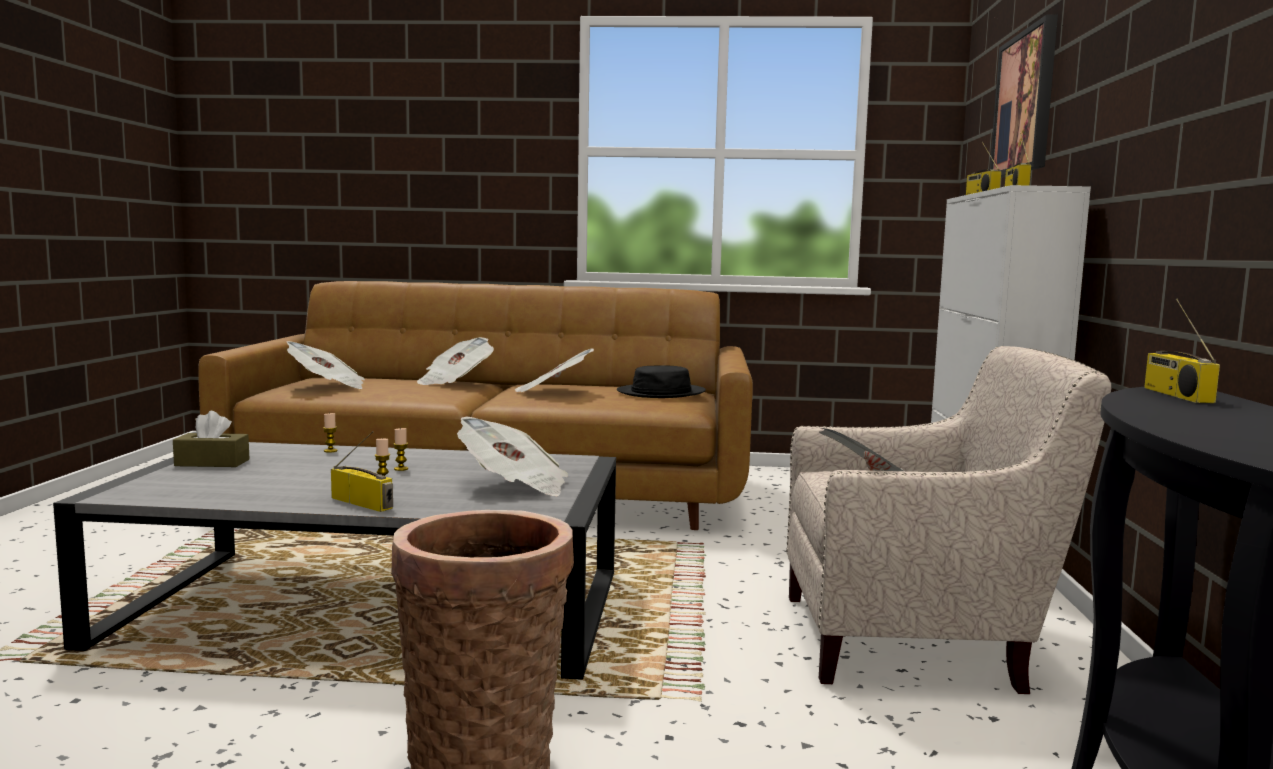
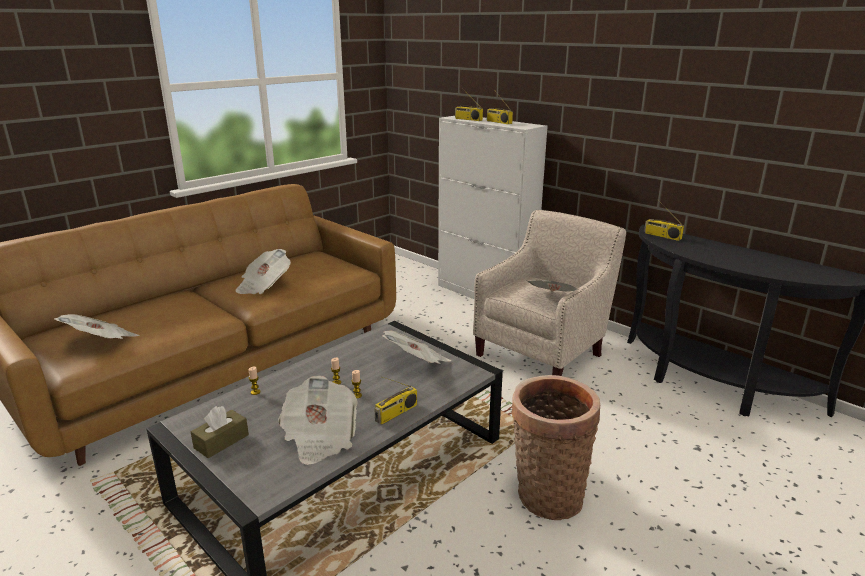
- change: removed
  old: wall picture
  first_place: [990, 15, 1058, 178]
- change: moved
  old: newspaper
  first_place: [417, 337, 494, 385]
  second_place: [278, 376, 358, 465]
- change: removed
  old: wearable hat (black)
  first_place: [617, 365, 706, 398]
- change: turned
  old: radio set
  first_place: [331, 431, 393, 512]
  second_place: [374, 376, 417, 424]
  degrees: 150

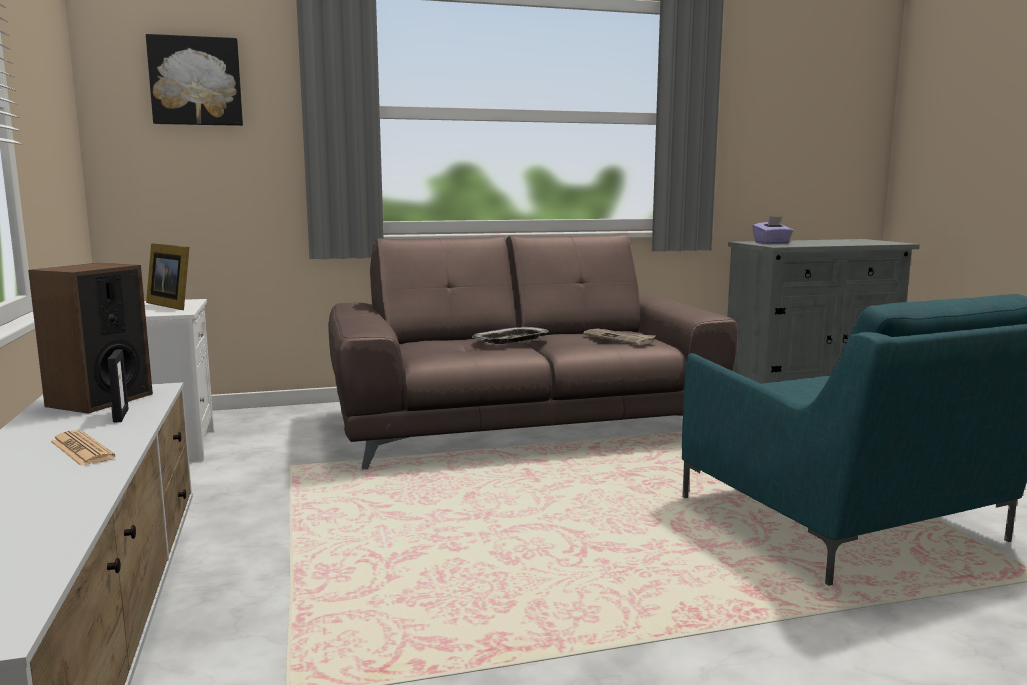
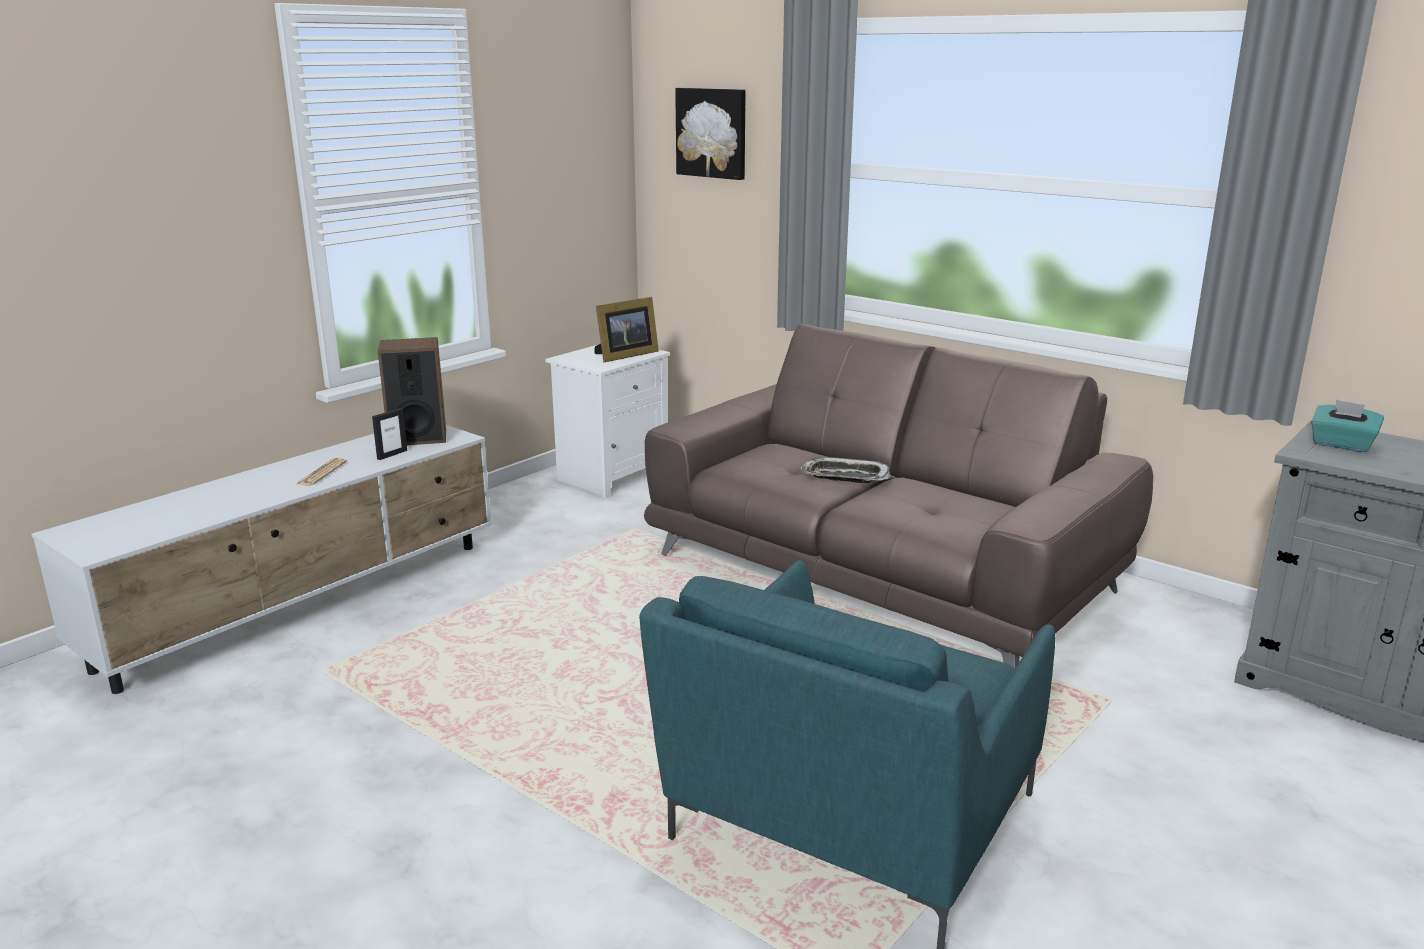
- change: recoloured
  old: tissue box (purple)
  new: tissue box (turquoise-coloured)
  first_place: [752, 216, 793, 244]
  second_place: [1311, 400, 1384, 452]
- change: turned
  old: standing frame
  first_place: [146, 243, 189, 310]
  second_place: [594, 297, 659, 362]
  degrees: -135
- change: removed
  old: newspaper
  first_place: [583, 329, 655, 345]

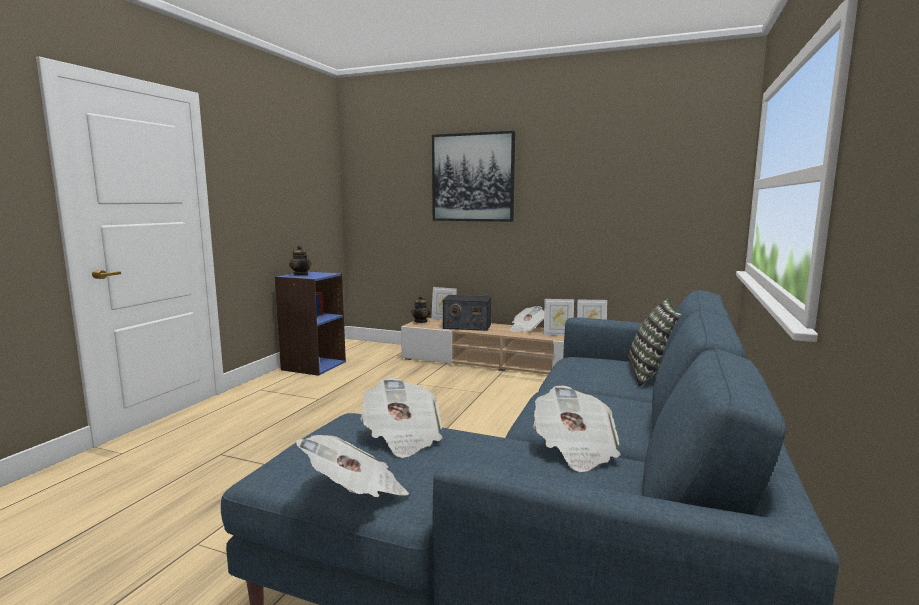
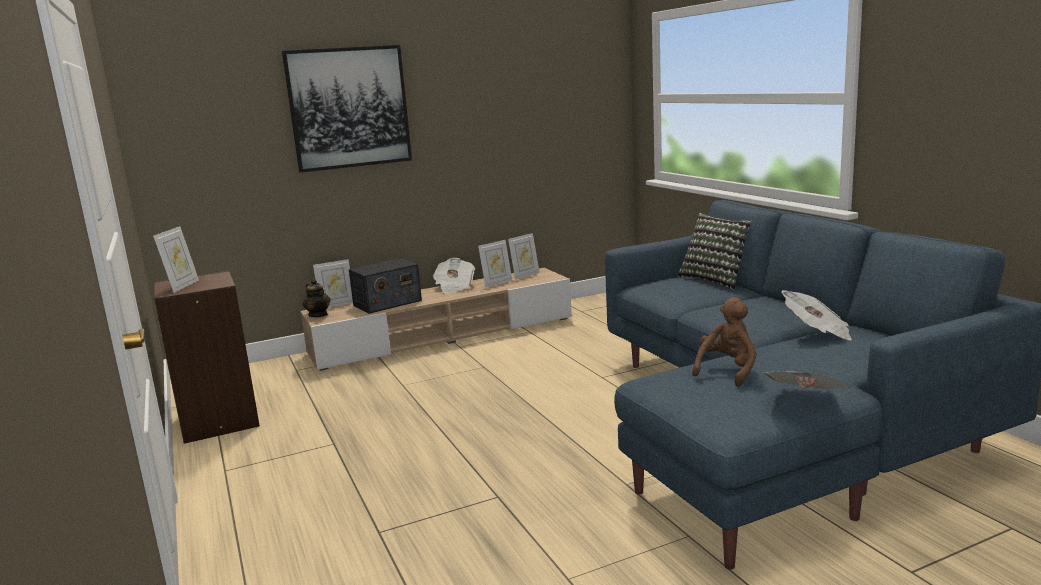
- change: replaced
  old: tea pot
  new: standing frame
  first_place: [289, 245, 311, 275]
  second_place: [153, 226, 199, 293]
- change: recoloured
  old: shelving unit (blue-coloured)
  new: shelving unit (brown)
  first_place: [274, 271, 346, 376]
  second_place: [154, 271, 260, 444]
- change: replaced
  old: newspaper
  new: cuddly toy (brown)
  first_place: [361, 378, 442, 458]
  second_place: [692, 297, 756, 387]

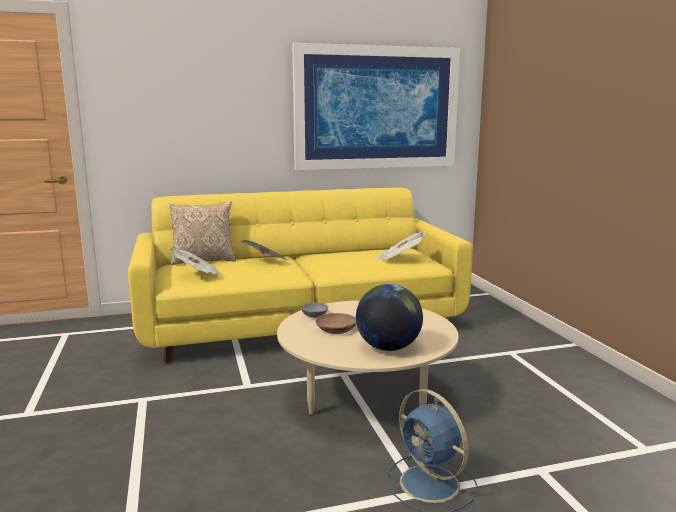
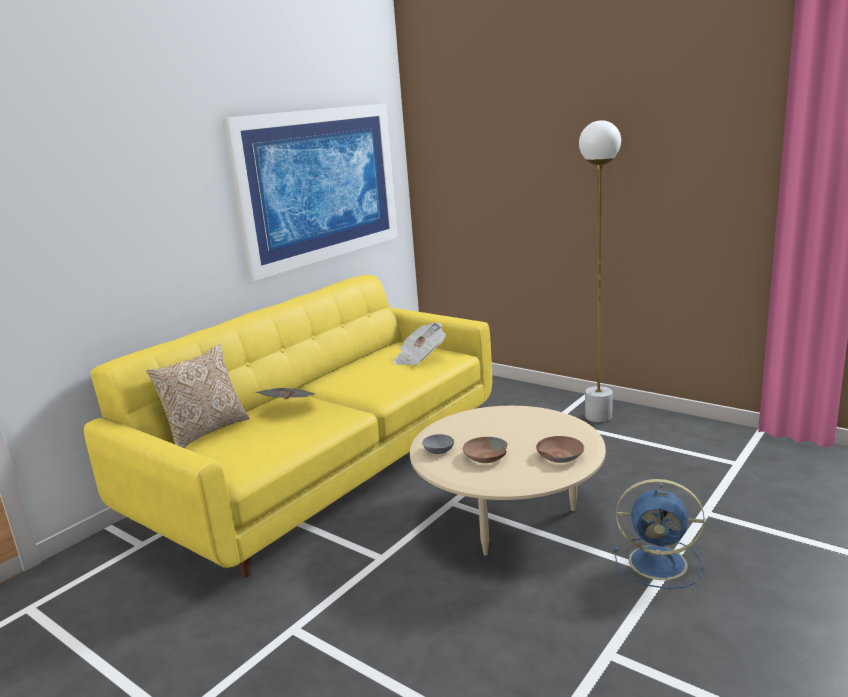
- change: removed
  old: newspaper
  first_place: [168, 248, 224, 276]
- change: replaced
  old: world globe
  new: serving bowl (brown)
  first_place: [356, 284, 423, 351]
  second_place: [536, 436, 584, 463]
- change: added
  new: floor lamp (white-coloured)
  second_place: [579, 120, 621, 422]

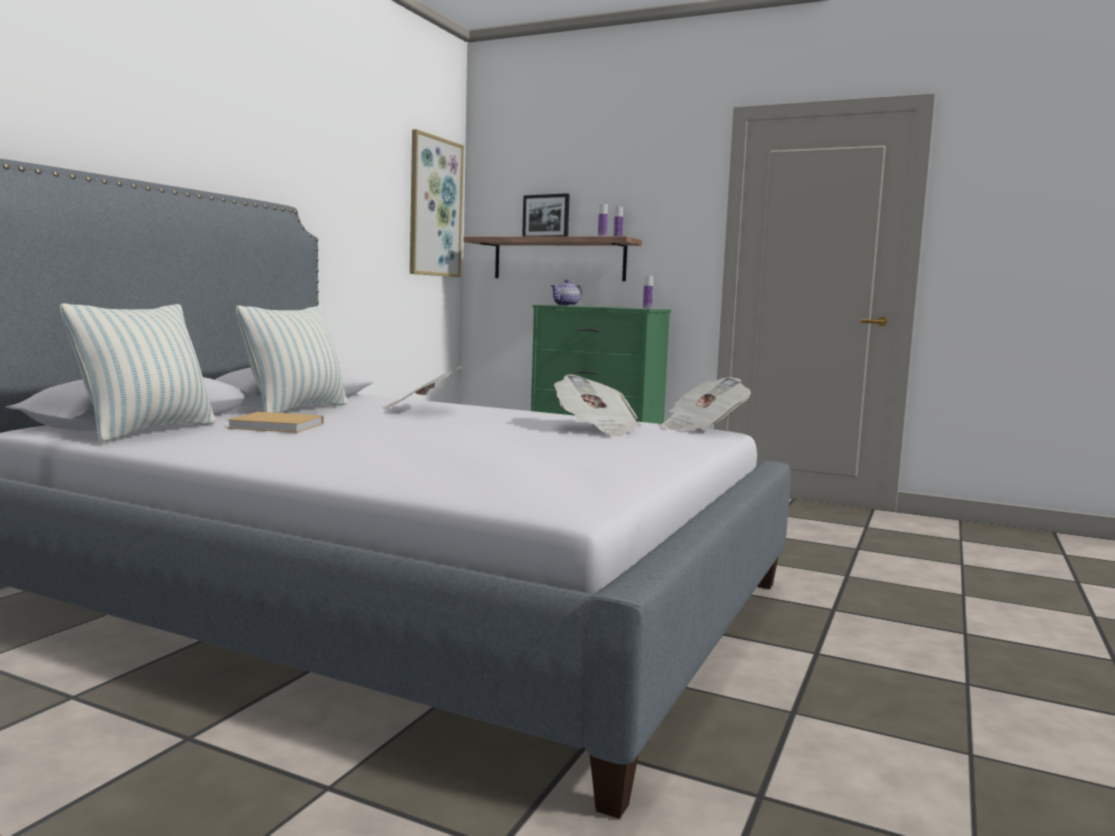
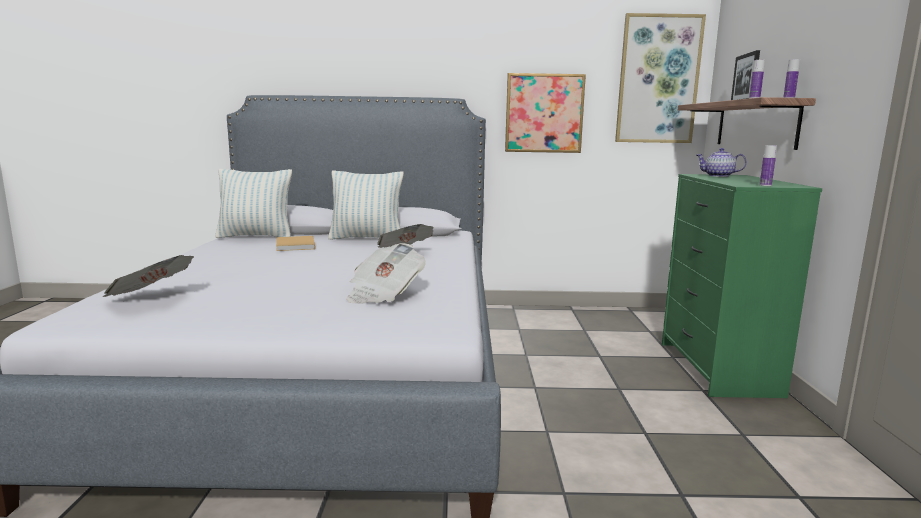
- change: moved
  old: newspaper
  first_place: [661, 377, 751, 430]
  second_place: [102, 255, 194, 297]
- change: added
  new: wall picture
  second_place: [505, 73, 586, 153]

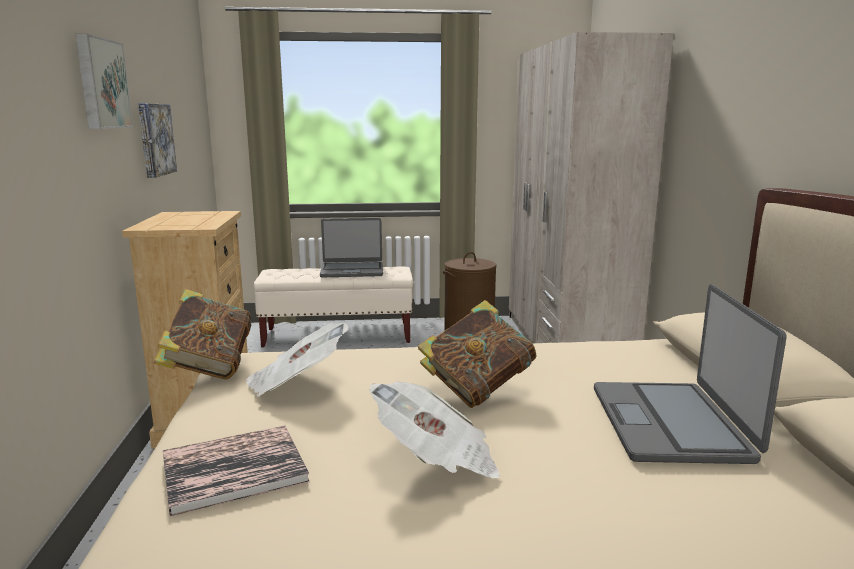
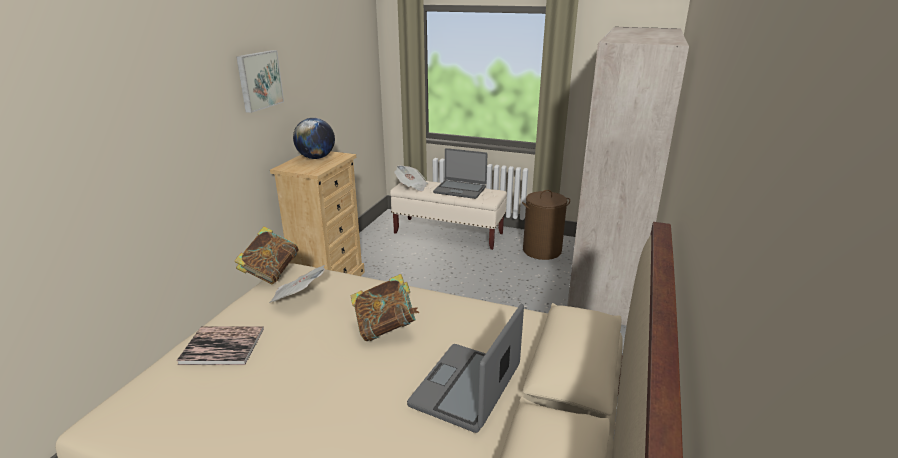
- change: removed
  old: wall picture
  first_place: [138, 103, 177, 178]
- change: moved
  old: newspaper
  first_place: [369, 382, 501, 478]
  second_place: [395, 165, 428, 192]
- change: added
  new: world globe
  second_place: [293, 118, 335, 159]

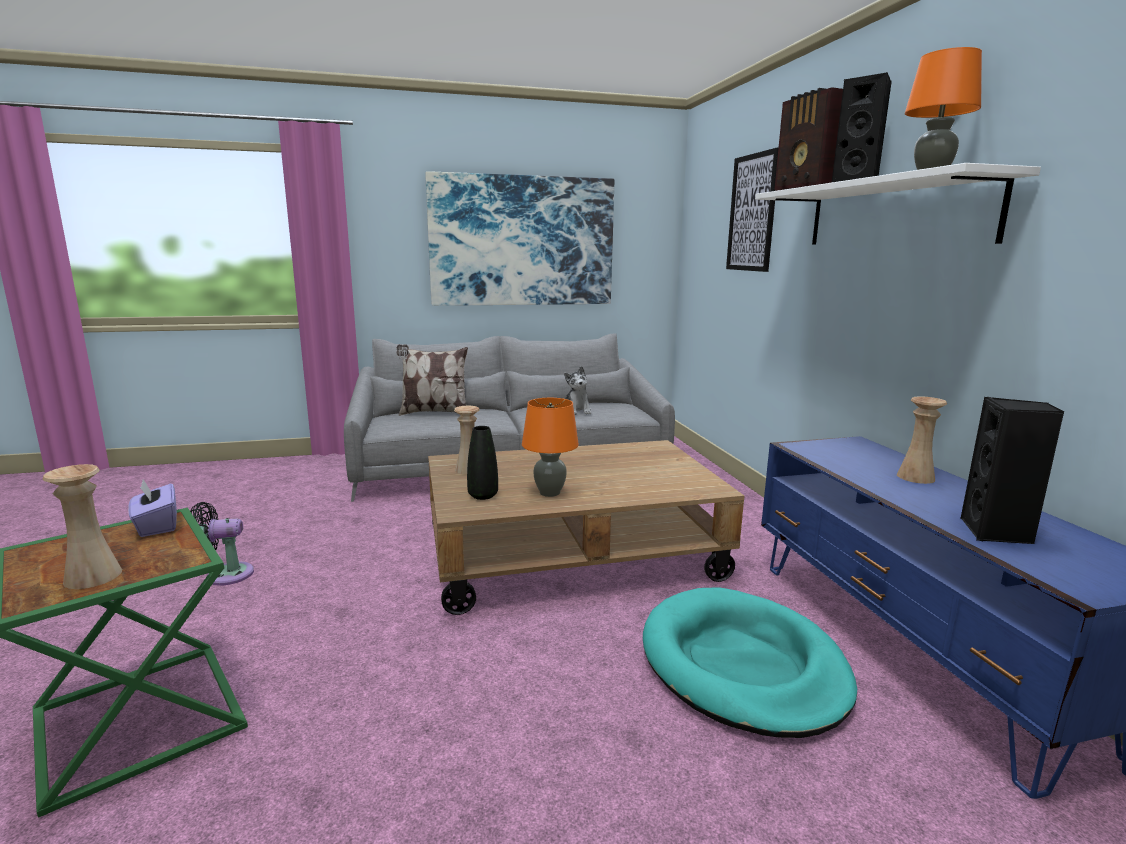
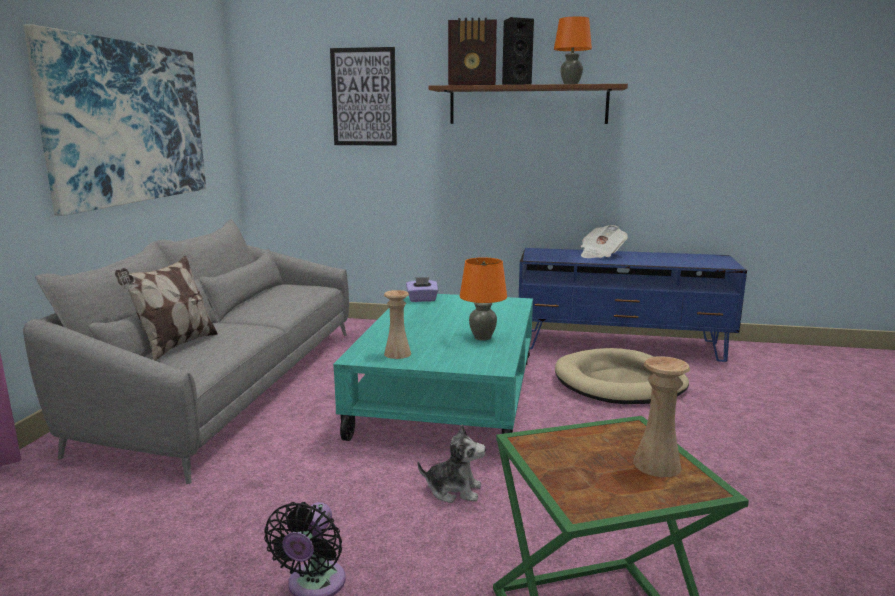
- change: recoloured
  old: bracket shelf (white-coloured)
  new: bracket shelf (brown)
  first_place: [755, 163, 1041, 244]
  second_place: [429, 84, 628, 124]
- change: moved
  old: cuddly toy
  first_place: [564, 366, 591, 415]
  second_place: [417, 424, 486, 503]
- change: replaced
  old: decorative vase (beige)
  new: newspaper
  first_place: [897, 396, 947, 484]
  second_place: [580, 225, 628, 258]
- change: removed
  old: loudspeaker (black)
  first_place: [960, 397, 1065, 544]
- change: removed
  old: decorative vase (black)
  first_place: [467, 426, 498, 500]
- change: recoloured
  old: coffee table (brown)
  new: coffee table (turquoise-coloured)
  first_place: [428, 440, 745, 615]
  second_place: [333, 294, 533, 441]
- change: moved
  old: tissue box (purple)
  first_place: [128, 479, 177, 537]
  second_place: [406, 277, 438, 302]
- change: recoloured
  old: pet bed (turquoise-coloured)
  new: pet bed (beige)
  first_place: [643, 587, 857, 738]
  second_place: [555, 348, 689, 404]

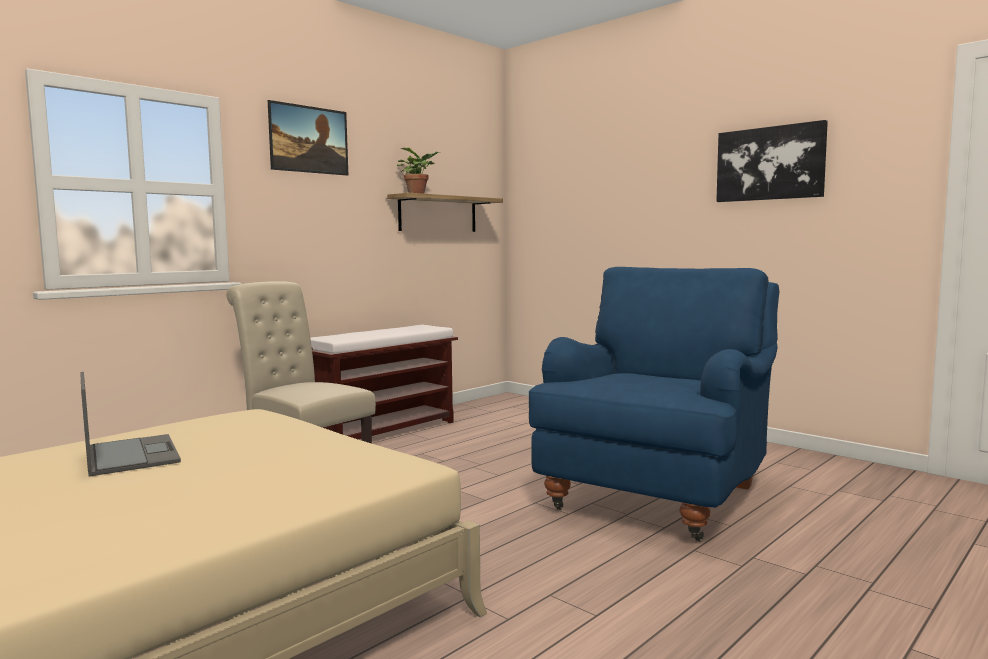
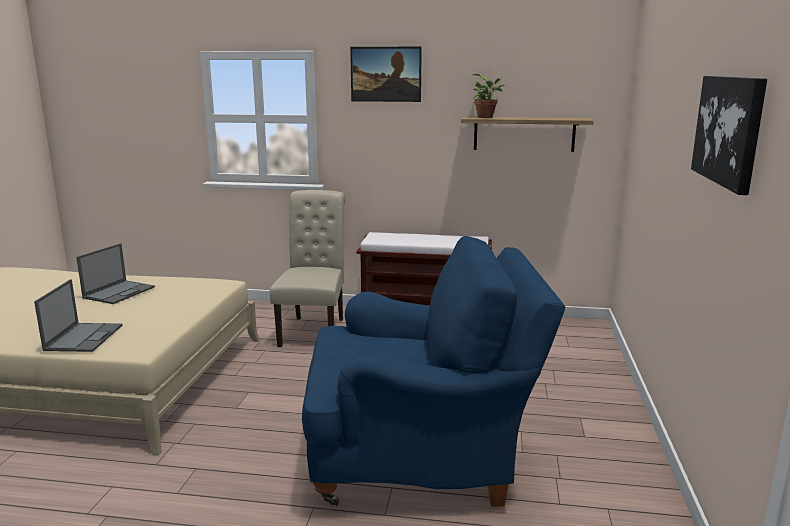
- change: added
  new: portable computer
  second_place: [34, 279, 122, 352]

